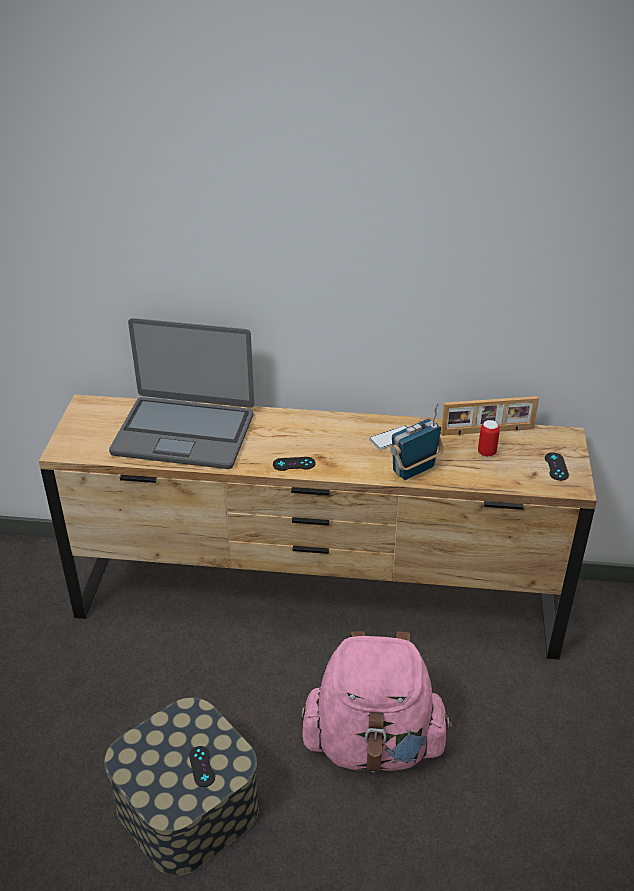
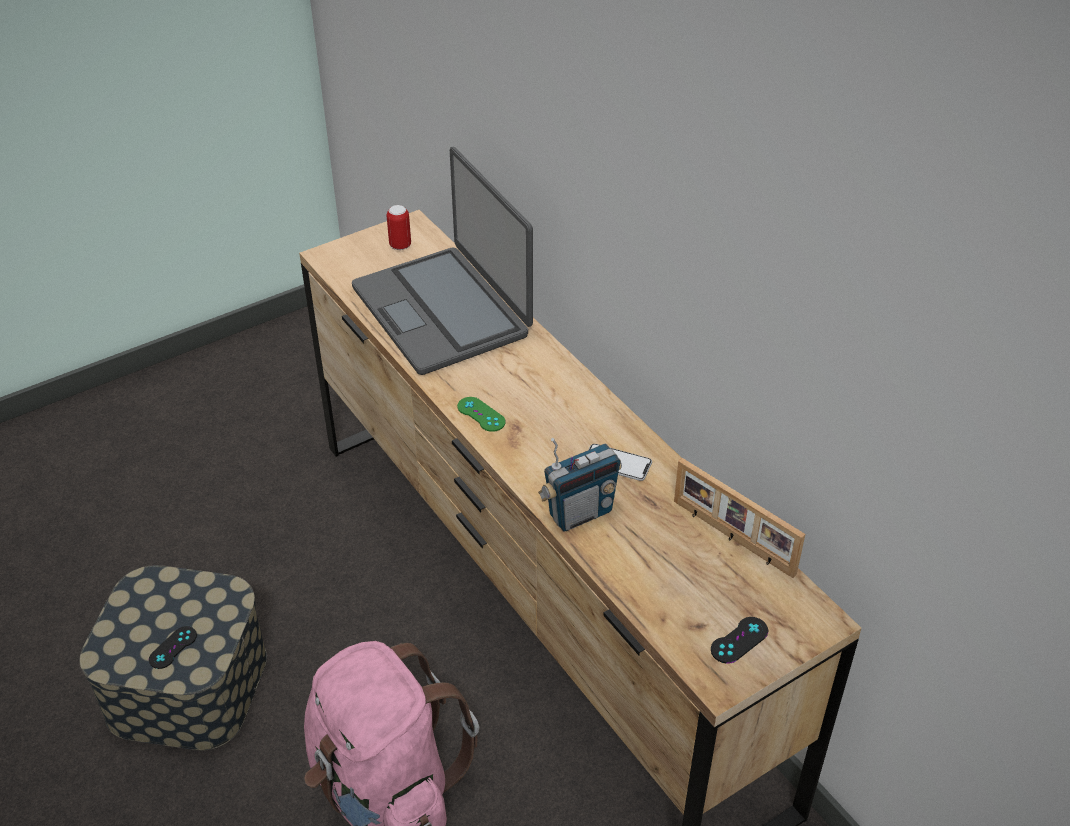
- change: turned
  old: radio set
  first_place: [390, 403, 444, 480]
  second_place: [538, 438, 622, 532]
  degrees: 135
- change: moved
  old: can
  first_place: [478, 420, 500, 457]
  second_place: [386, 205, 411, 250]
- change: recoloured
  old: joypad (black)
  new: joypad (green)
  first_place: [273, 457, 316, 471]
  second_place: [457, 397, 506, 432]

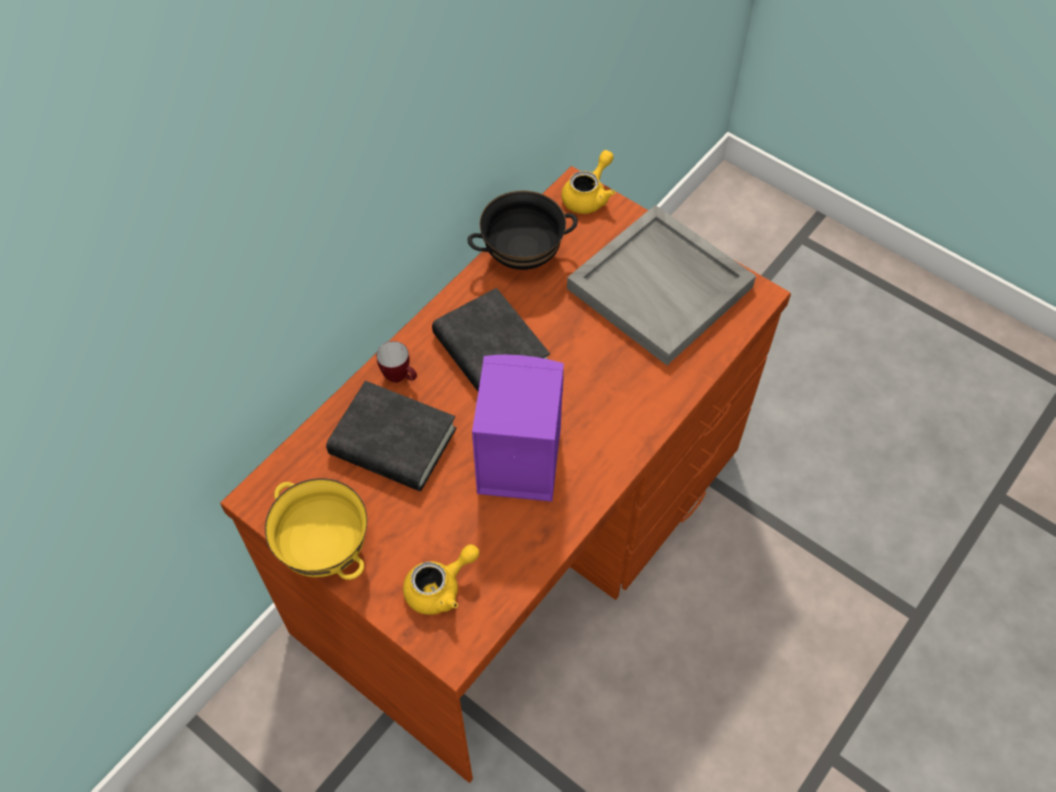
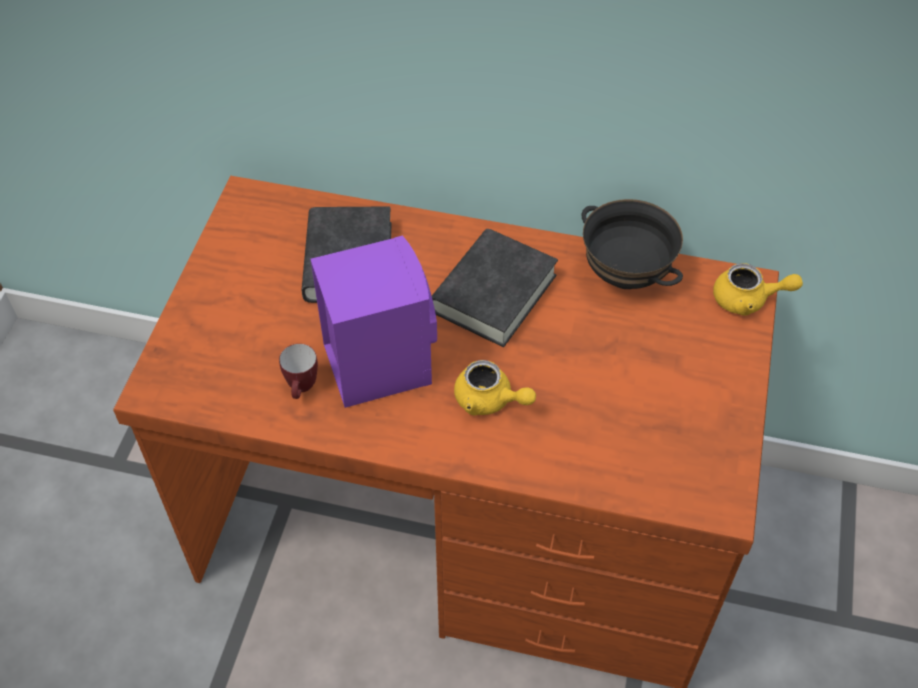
- change: removed
  old: carrying tray (greyish)
  first_place: [567, 205, 756, 365]
- change: moved
  old: tea mug
  first_place: [376, 341, 417, 383]
  second_place: [279, 344, 318, 399]
- change: removed
  old: serving bowl (yellow)
  first_place: [265, 478, 368, 580]
- change: moved
  old: tea pot (yellow)
  first_place: [403, 544, 479, 615]
  second_place: [454, 360, 536, 416]

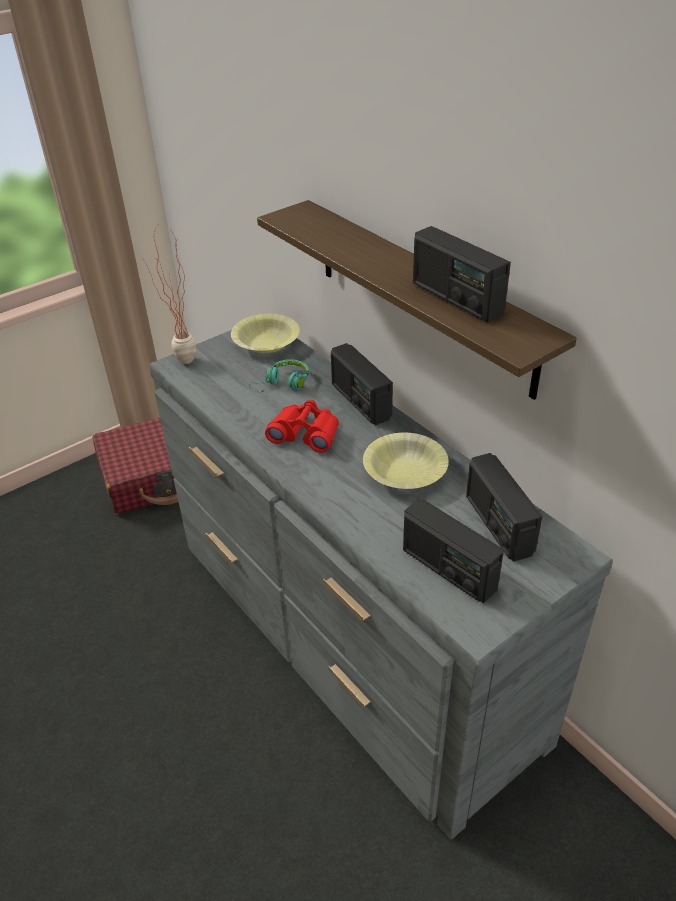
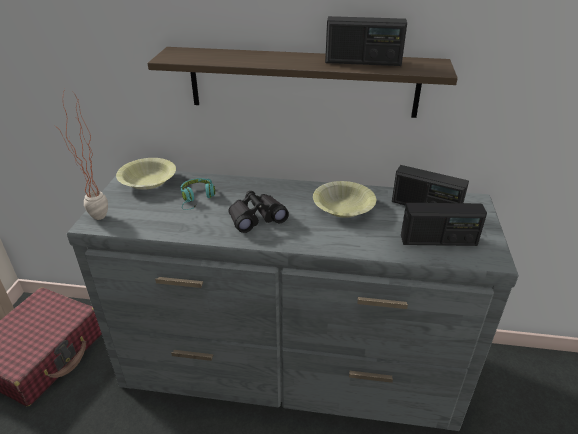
- change: removed
  old: radio set
  first_place: [331, 343, 393, 425]
- change: recoloured
  old: pair of binoculars (red)
  new: pair of binoculars (black)
  first_place: [265, 400, 339, 453]
  second_place: [228, 191, 289, 233]

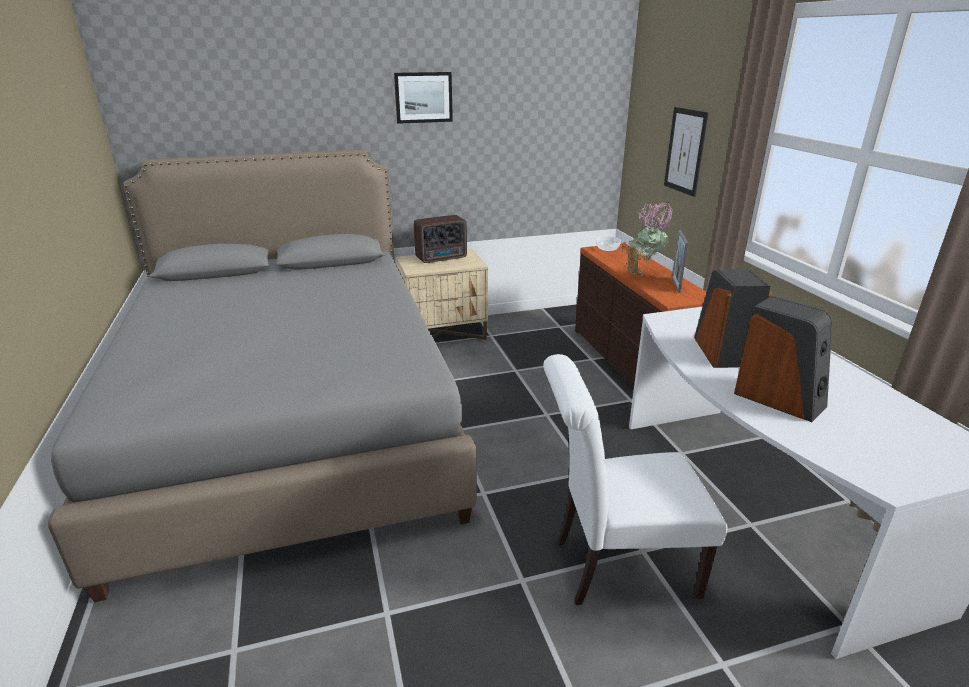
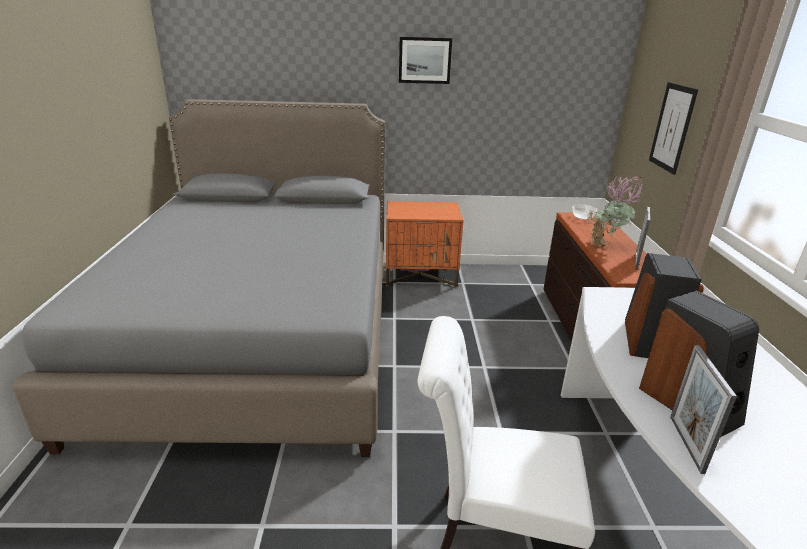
- change: removed
  old: radio set
  first_place: [414, 215, 467, 263]
- change: recoloured
  old: night table (beige)
  new: night table (orange)
  first_place: [396, 250, 488, 341]
  second_place: [386, 201, 464, 288]
- change: added
  new: standing frame
  second_place: [670, 345, 737, 474]

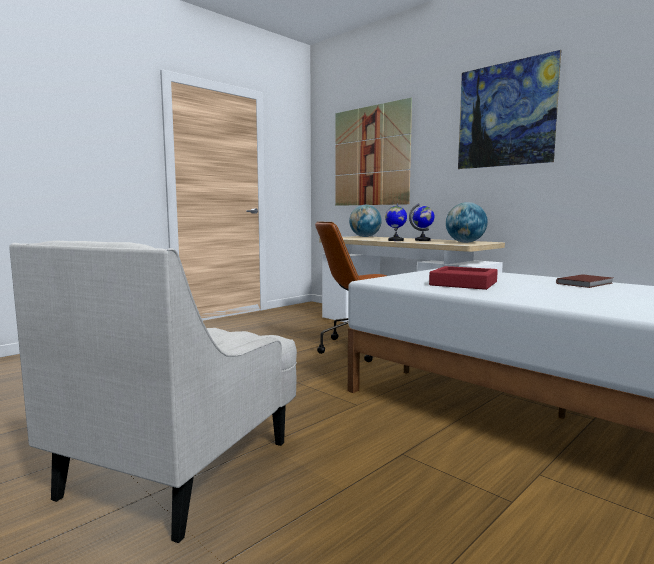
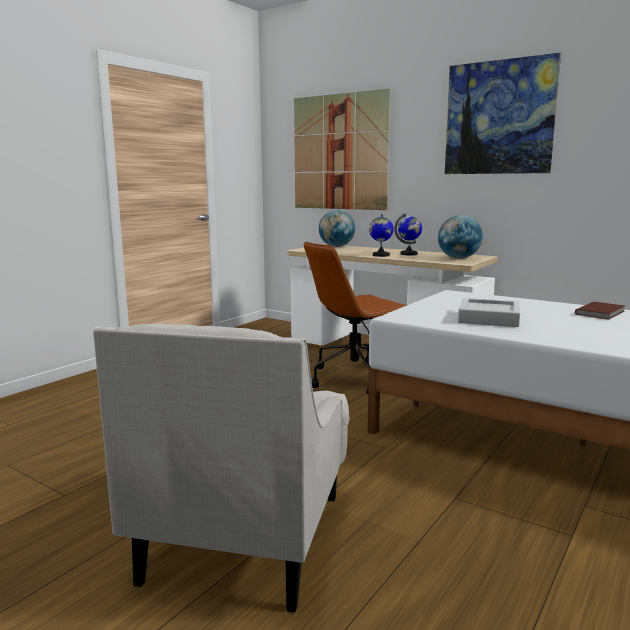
- change: recoloured
  old: carrying tray (red)
  new: carrying tray (greyish)
  first_place: [429, 266, 498, 290]
  second_place: [458, 298, 520, 327]

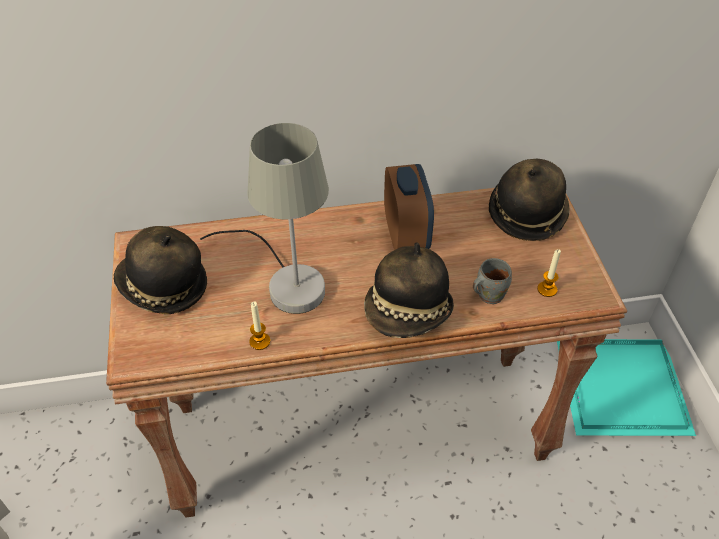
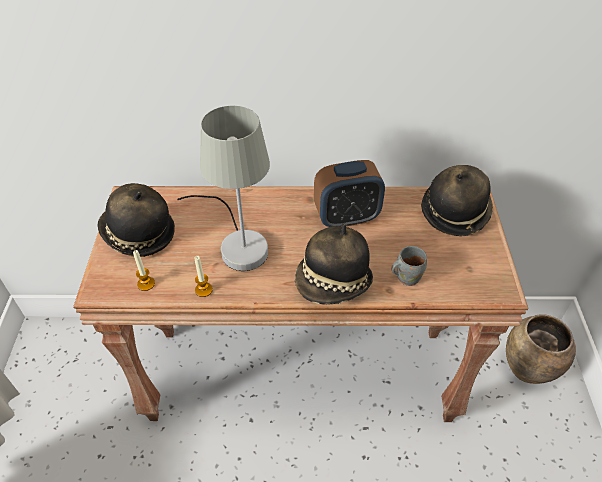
- change: turned
  old: table clock
  first_place: [384, 164, 434, 250]
  second_place: [314, 160, 385, 227]
  degrees: 75
- change: moved
  old: wax light
  first_place: [537, 249, 561, 297]
  second_place: [133, 250, 155, 291]
- change: replaced
  old: carrying tray (turquoise-coloured)
  new: decorative vase (brown)
  first_place: [557, 339, 696, 436]
  second_place: [506, 314, 576, 384]

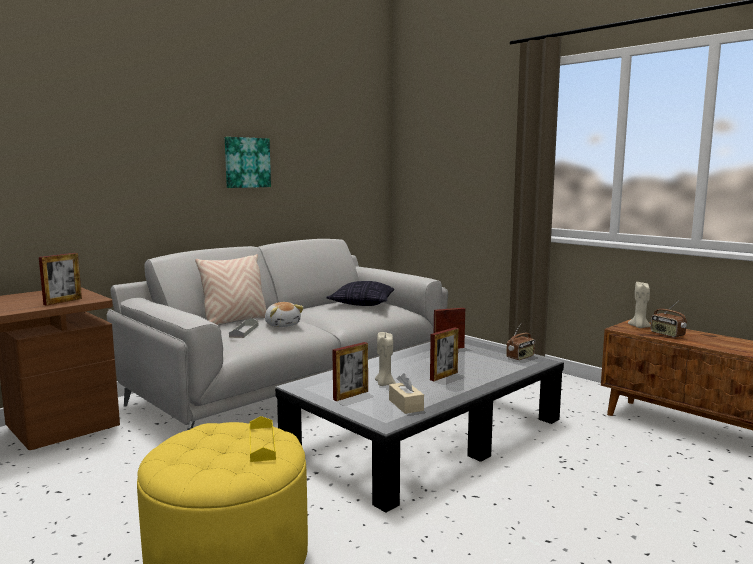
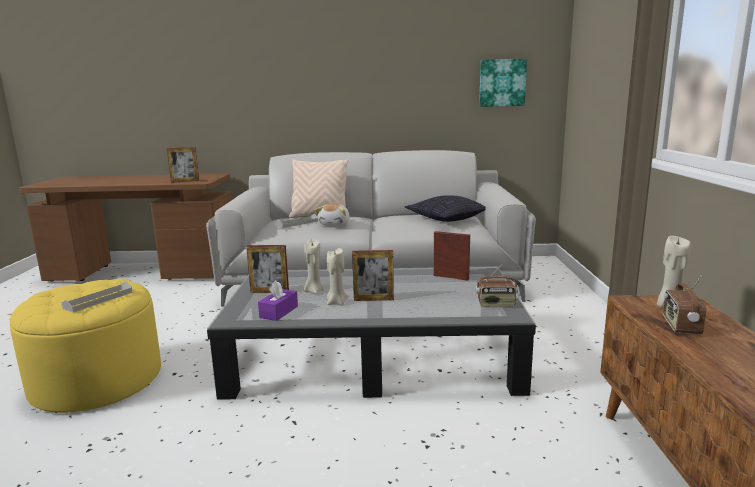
- change: moved
  old: wall picture
  first_place: [225, 137, 271, 188]
  second_place: [479, 59, 527, 107]
- change: recoloured
  old: tissue box (beige)
  new: tissue box (purple)
  first_place: [389, 373, 424, 414]
  second_place: [258, 280, 298, 321]
- change: recoloured
  old: carrying tray (yellow)
  new: carrying tray (greyish)
  first_place: [250, 416, 276, 462]
  second_place: [62, 281, 133, 313]
- change: added
  new: wax light (beige)
  second_place: [327, 248, 349, 305]

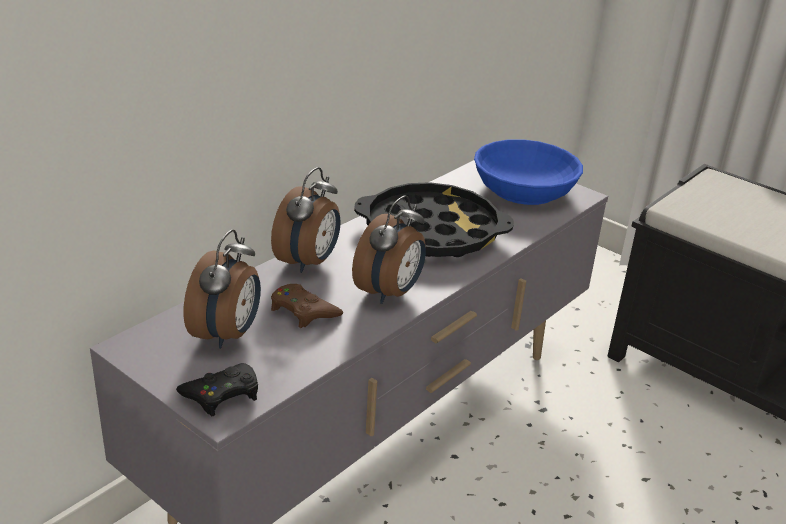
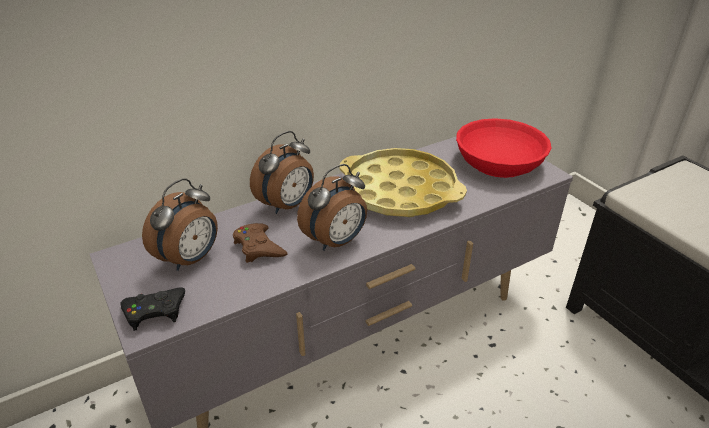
- change: recoloured
  old: serving bowl (blue-coloured)
  new: serving bowl (red)
  first_place: [474, 139, 583, 205]
  second_place: [456, 118, 552, 178]
- change: recoloured
  old: carrying tray (black)
  new: carrying tray (yellow)
  first_place: [354, 182, 514, 257]
  second_place: [339, 148, 467, 217]

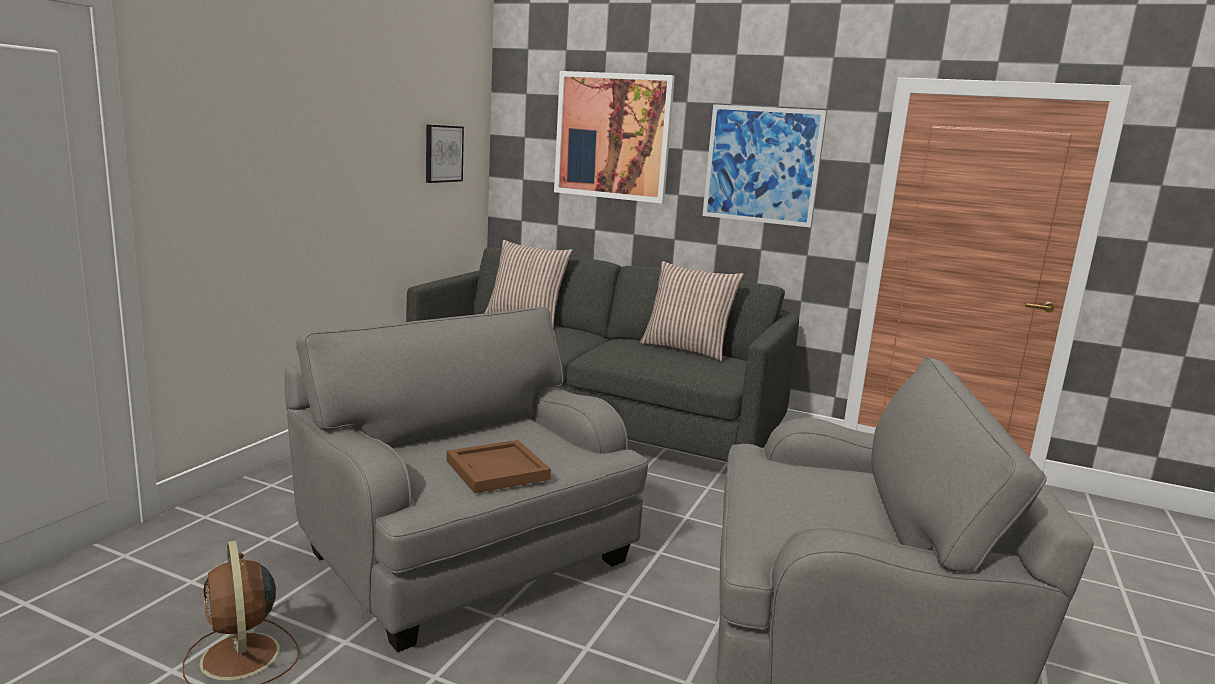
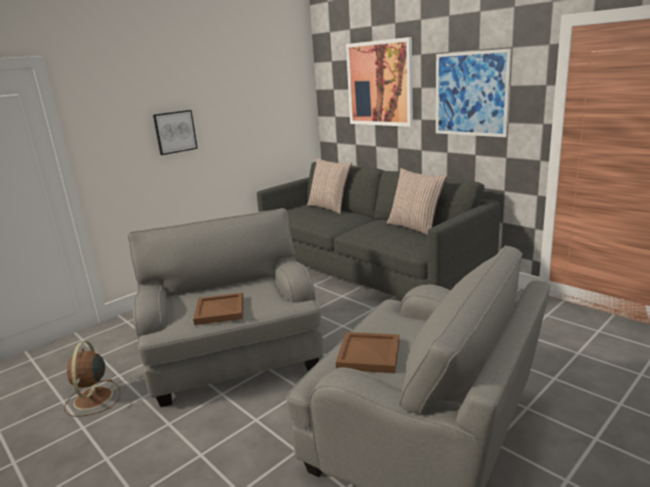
- change: moved
  old: wall picture
  first_place: [426, 124, 464, 183]
  second_place: [153, 110, 198, 155]
- change: added
  new: carrying tray (brown)
  second_place: [336, 332, 400, 373]

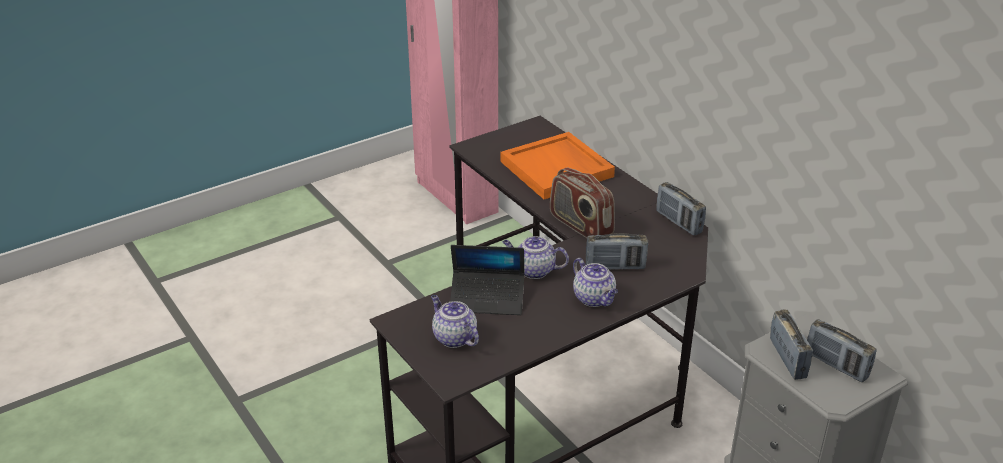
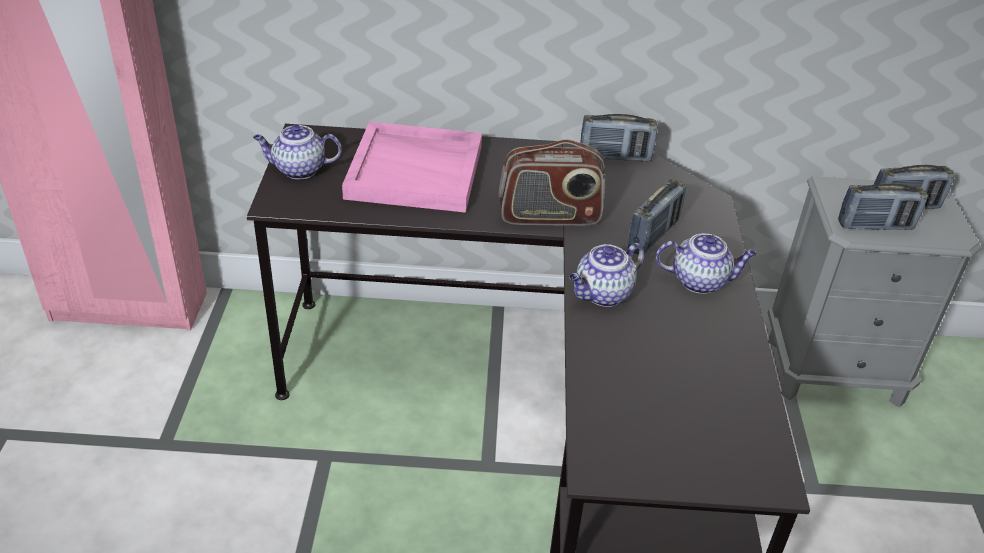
- change: recoloured
  old: carrying tray (orange)
  new: carrying tray (pink)
  first_place: [501, 132, 615, 199]
  second_place: [342, 122, 482, 213]
- change: removed
  old: portable computer
  first_place: [450, 245, 524, 315]
- change: moved
  old: tea pot
  first_place: [431, 295, 479, 348]
  second_place: [253, 125, 342, 179]
- change: turned
  old: radio set
  first_place: [770, 310, 813, 380]
  second_place: [838, 183, 928, 230]
  degrees: 150

